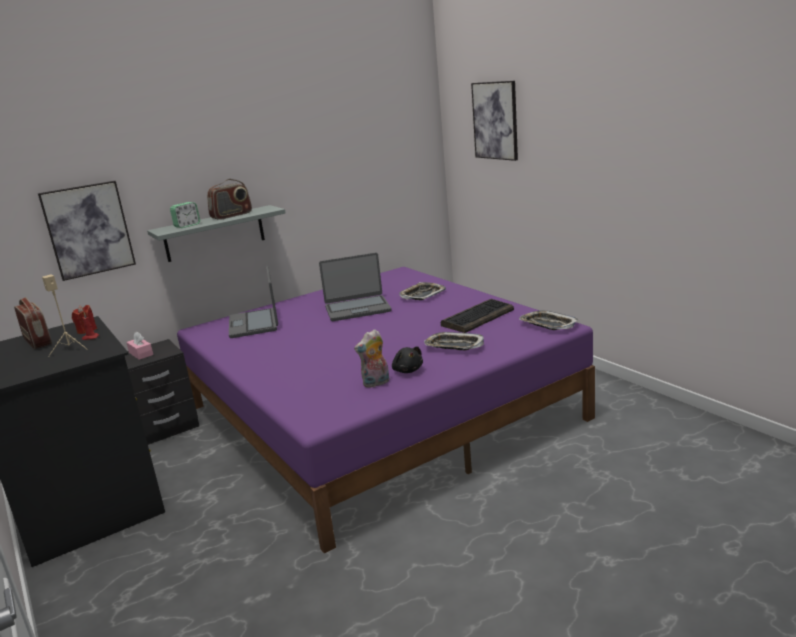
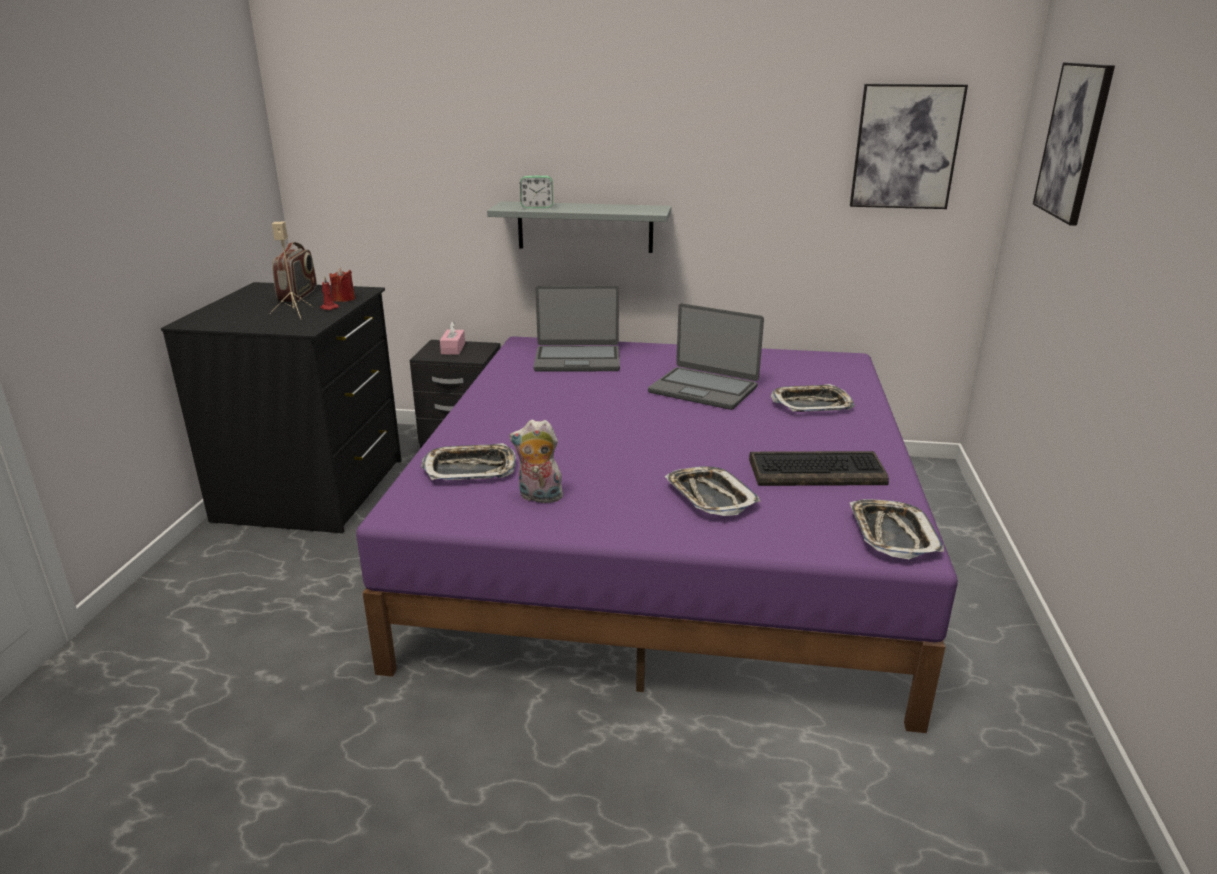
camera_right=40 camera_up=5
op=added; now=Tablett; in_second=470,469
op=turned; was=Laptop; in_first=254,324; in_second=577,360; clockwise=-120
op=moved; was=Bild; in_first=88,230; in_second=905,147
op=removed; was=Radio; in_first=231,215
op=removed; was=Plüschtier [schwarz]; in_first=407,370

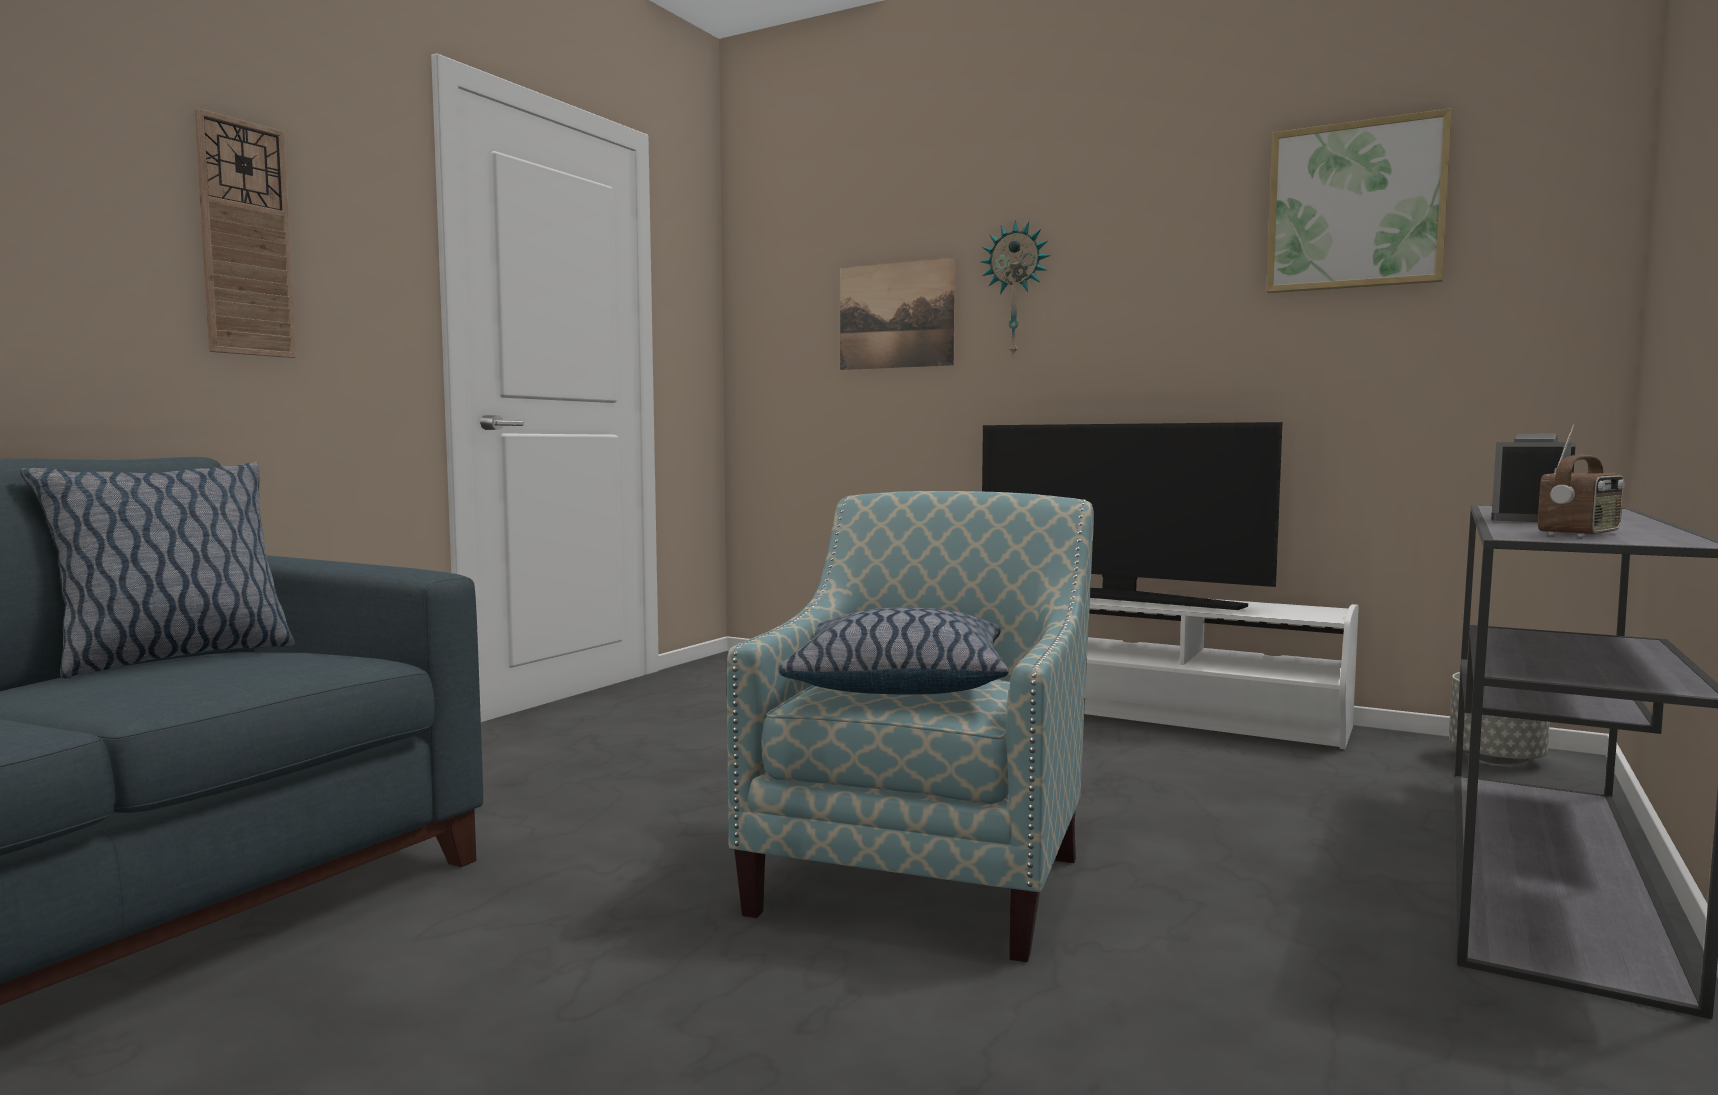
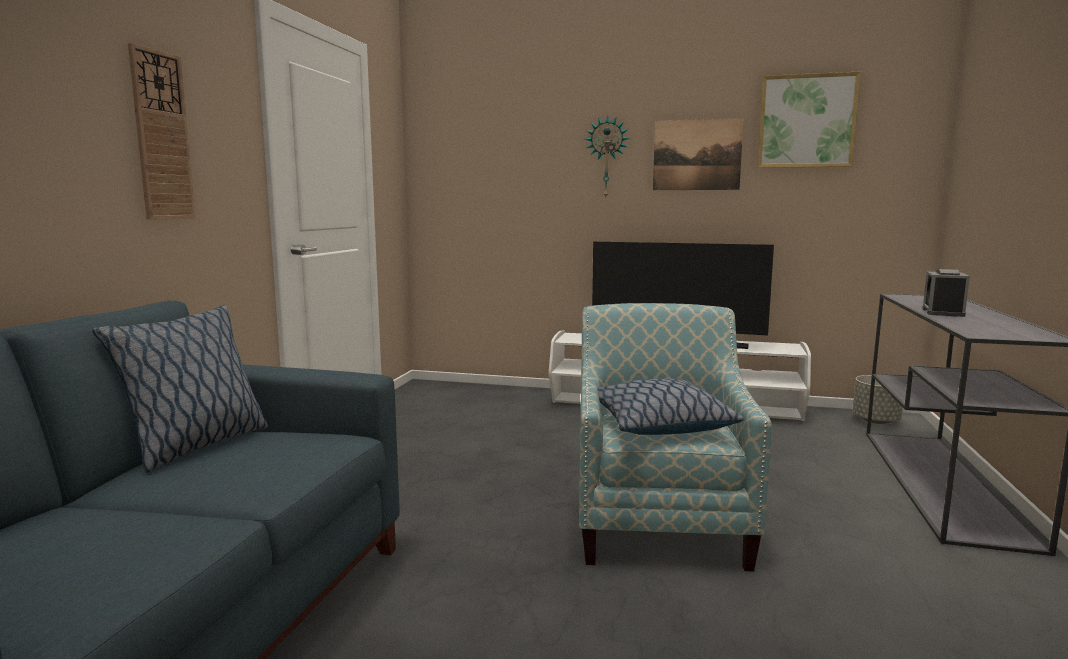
camera_right=-15 camera_up=5
op=moved; was=Bild; in_first=896,315; in_second=697,155
op=removed; was=Radio; in_first=1580,534

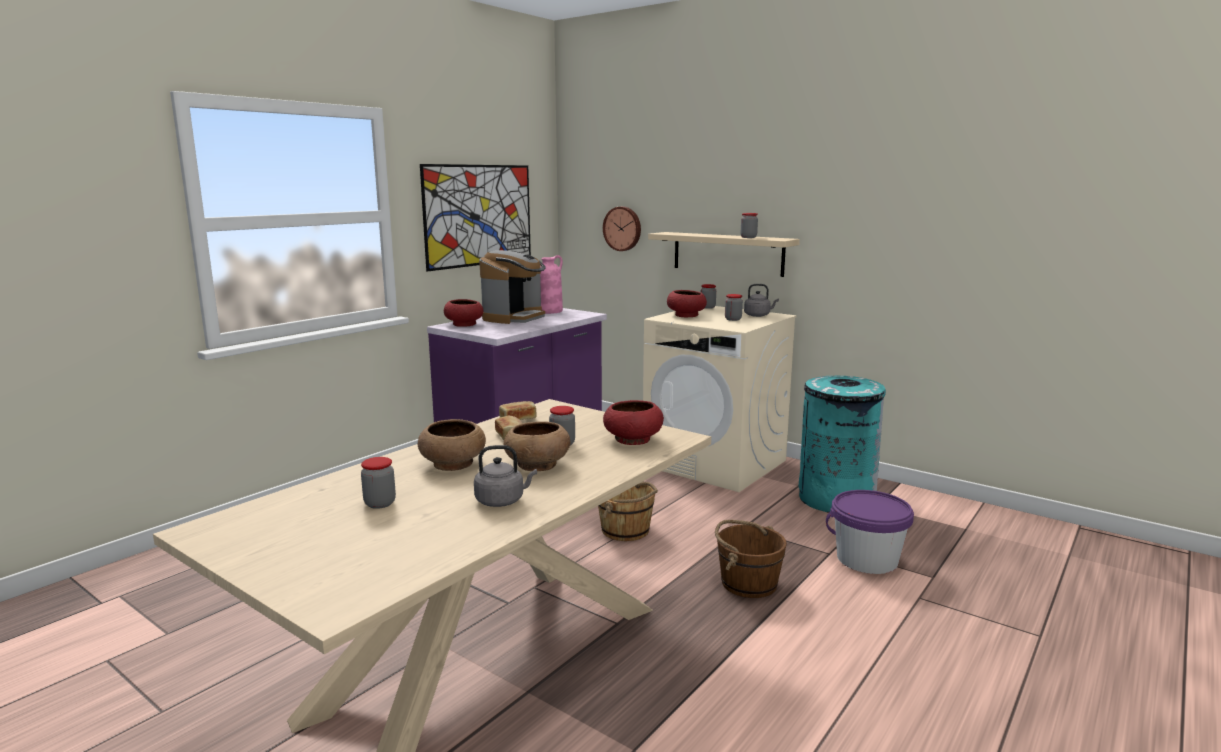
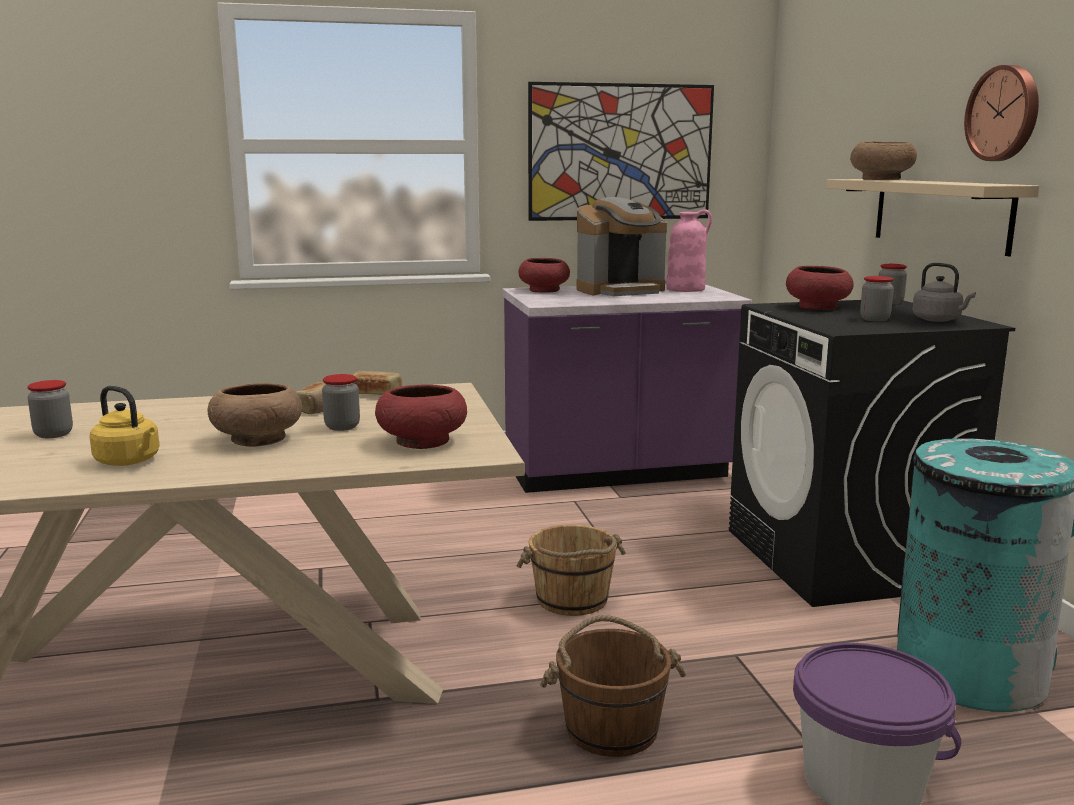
camera_right=40 camera_up=0
op=recoloured; was=Wasserkessel [grau]; now=Wasserkessel [gelb]; in_first=502,501; in_second=130,461
op=recoloured; was=Waschmaschine [beige]; now=Waschmaschine [schwarz]; in_first=715,463; in_second=844,558
op=moved; was=Schüssel [braun]; in_first=454,464; in_second=881,179
op=moved; was=Wanduhr; in_first=623,228; in_second=1004,113
op=removed; was=Vorratsglas; in_first=748,237

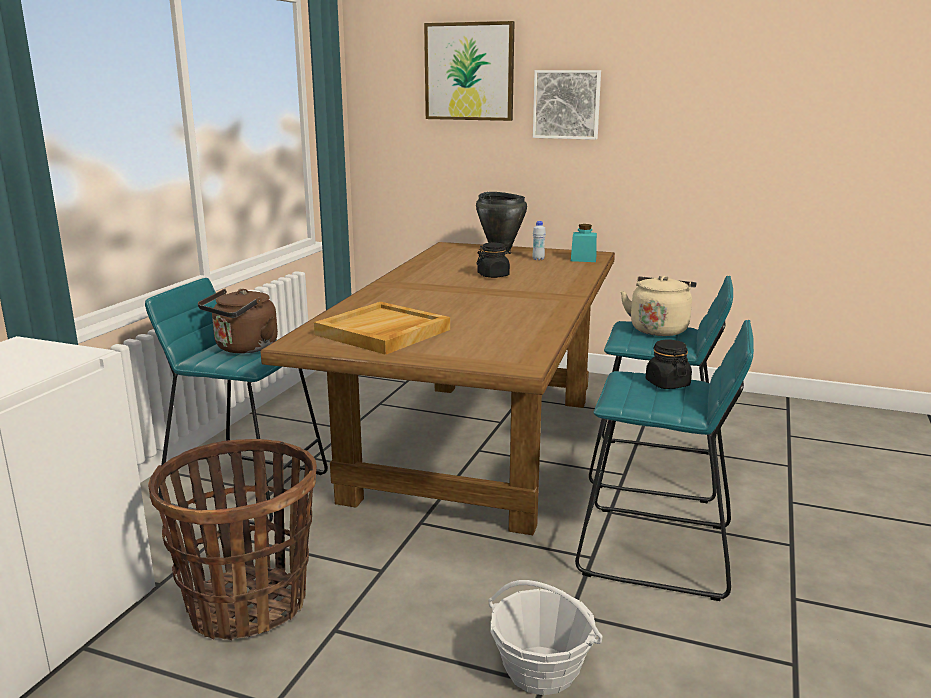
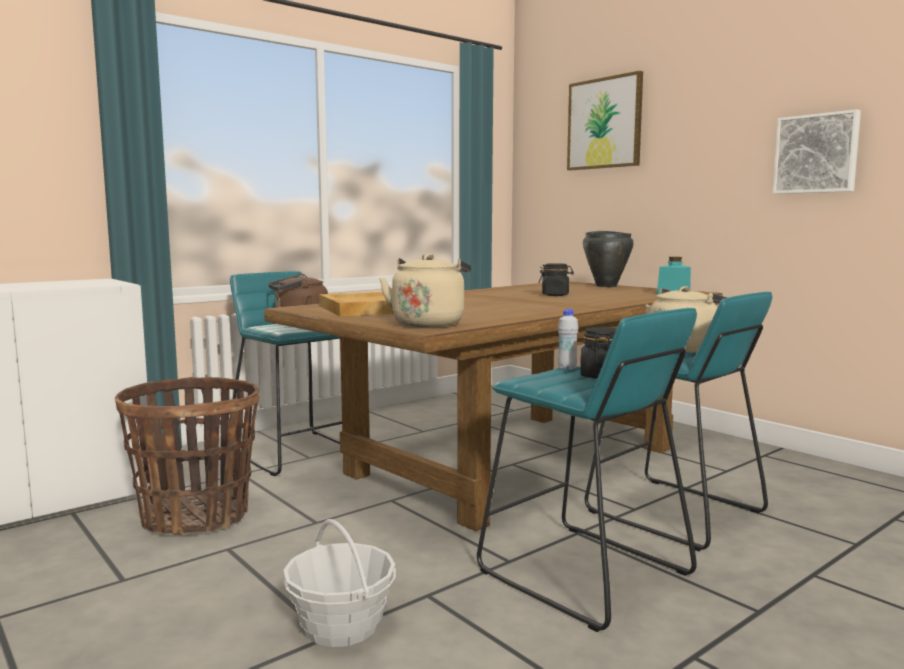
camera_right=30 camera_up=-10
op=added; now=Wasserkessel [beige]; in_second=429,323
op=moved; was=Flasche [weiß]; in_first=538,259; in_second=567,368
op=moved; was=Bild; in_first=567,104; in_second=816,154

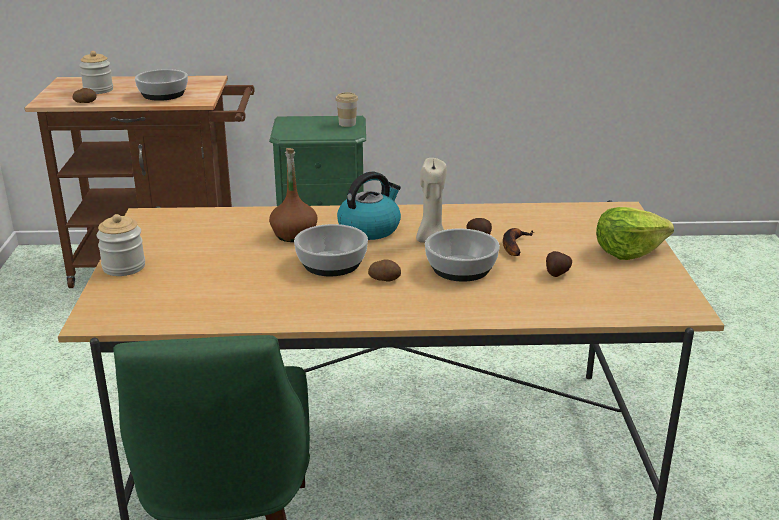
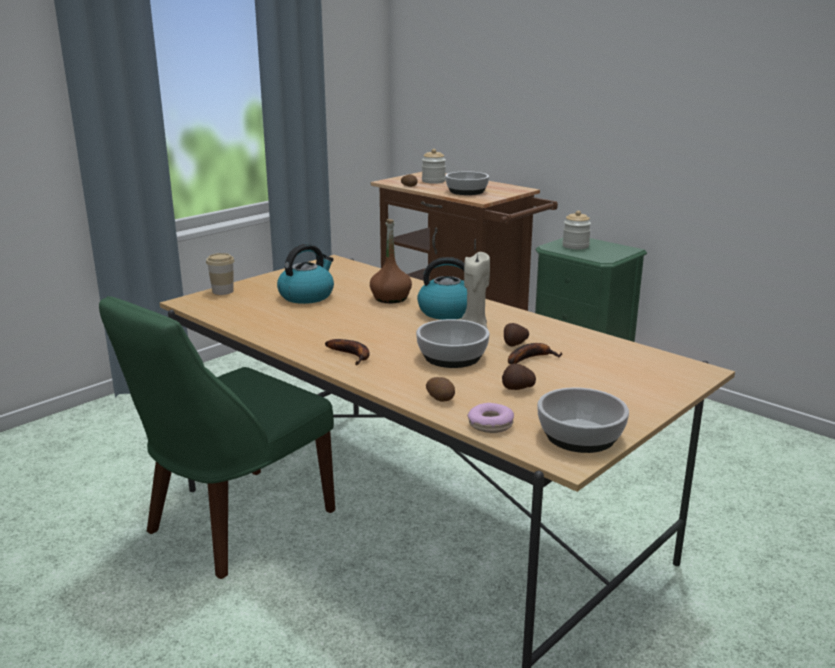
camera_right=45 camera_up=-5
op=moved; was=Tasse; in_first=347,124; in_second=223,291
op=added; now=Wasserkessel; in_second=307,296
op=added; now=Banane; in_second=352,355
op=moved; was=Kartoffel; in_first=384,279; in_second=441,398
op=added; now=Donut; in_second=490,424
op=moved; was=Schüssel; in_first=332,263; in_second=581,436
op=moved; was=Vorratsglas; in_first=124,267; in_second=575,246
op=removed; was=Salatkopf; in_first=628,251

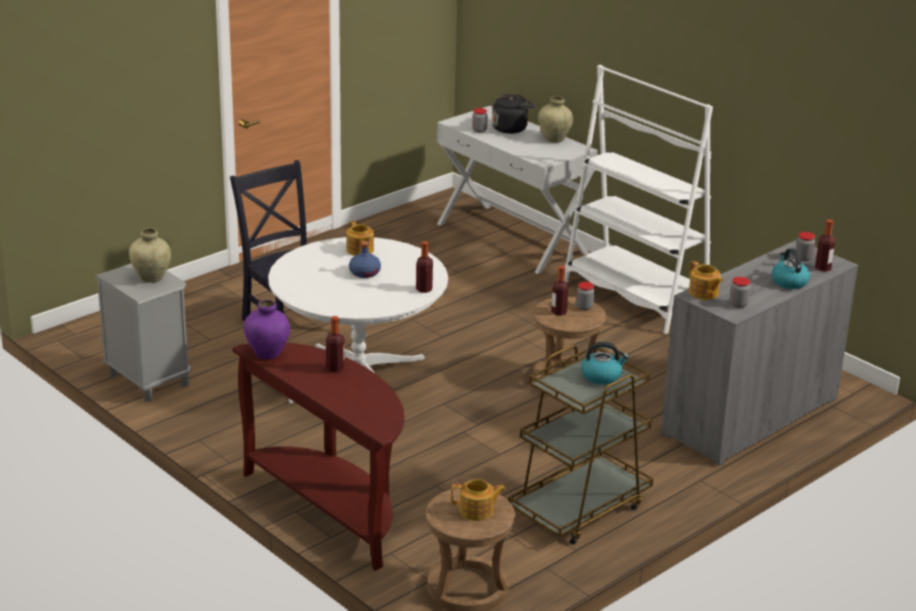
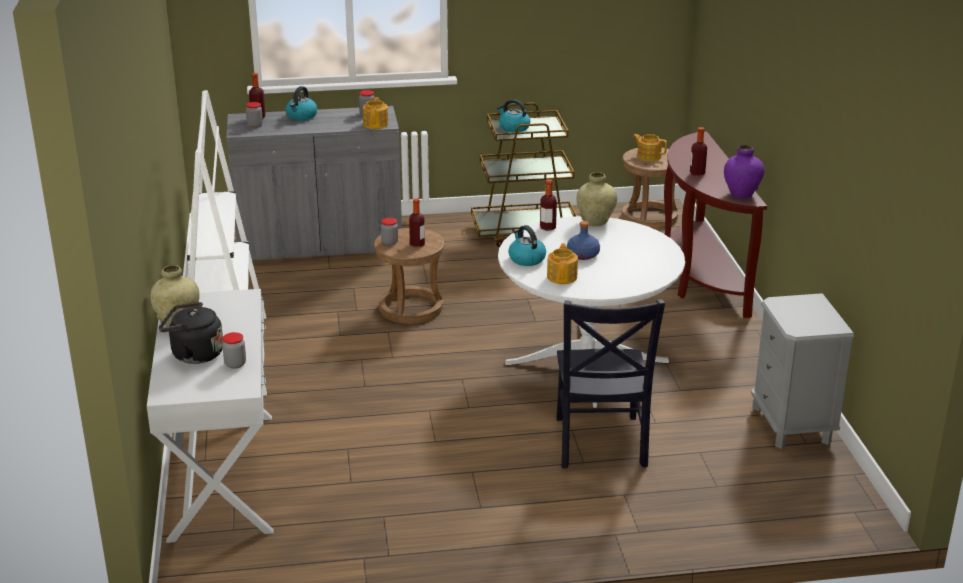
camera_right=-145 camera_up=0
op=added; now=Wasserkessel; in_second=526,259
op=moved; was=Vase [beige]; in_first=151,278; in_second=595,222

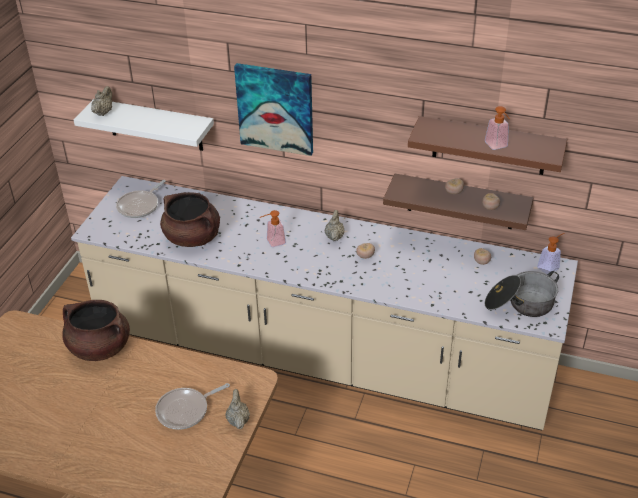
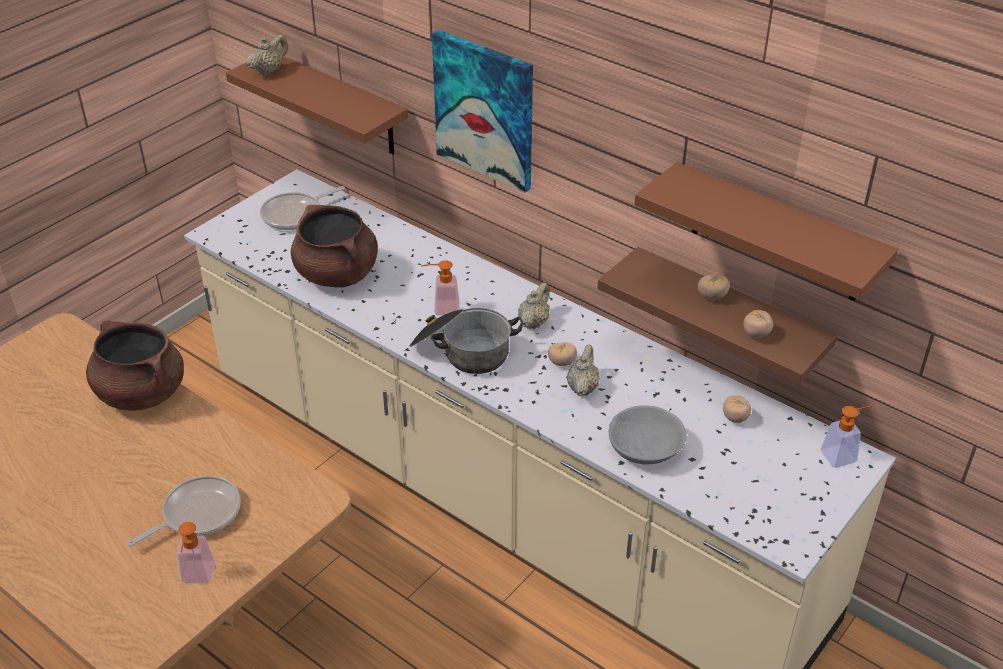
camera_right=20 camera_up=0
op=turned; was=Pfanne; in_first=185,410; in_second=197,514; clockwise=150
op=moved; was=Seifenspender; in_first=498,146; in_second=197,578
op=recoloured; was=Wandregal [weiß]; now=Wandregal [braun]; in_first=155,125; in_second=338,104
op=moved; was=Kochtopf; in_first=520,304; in_second=463,352
op=moved; was=Teekanne [beige]; in_first=238,420; in_second=582,388
op=added; now=Schüssel [grau]; in_second=645,448

